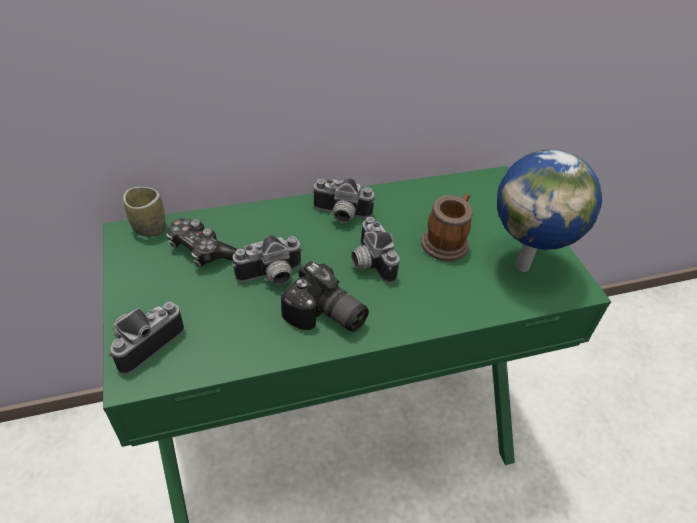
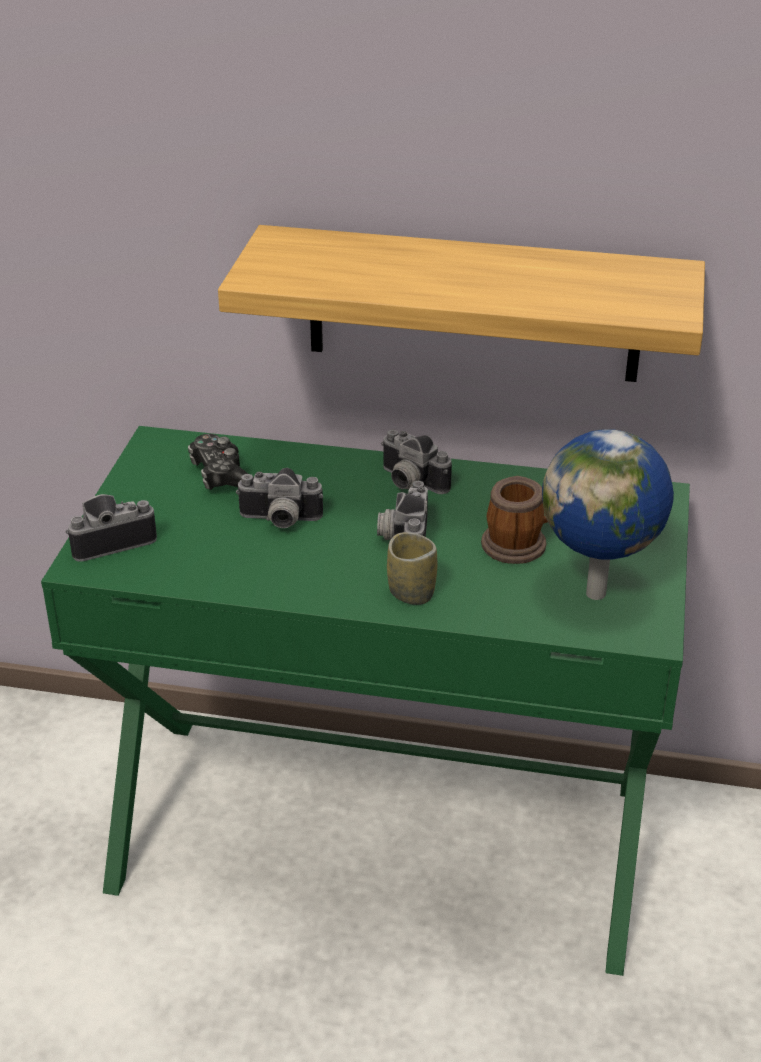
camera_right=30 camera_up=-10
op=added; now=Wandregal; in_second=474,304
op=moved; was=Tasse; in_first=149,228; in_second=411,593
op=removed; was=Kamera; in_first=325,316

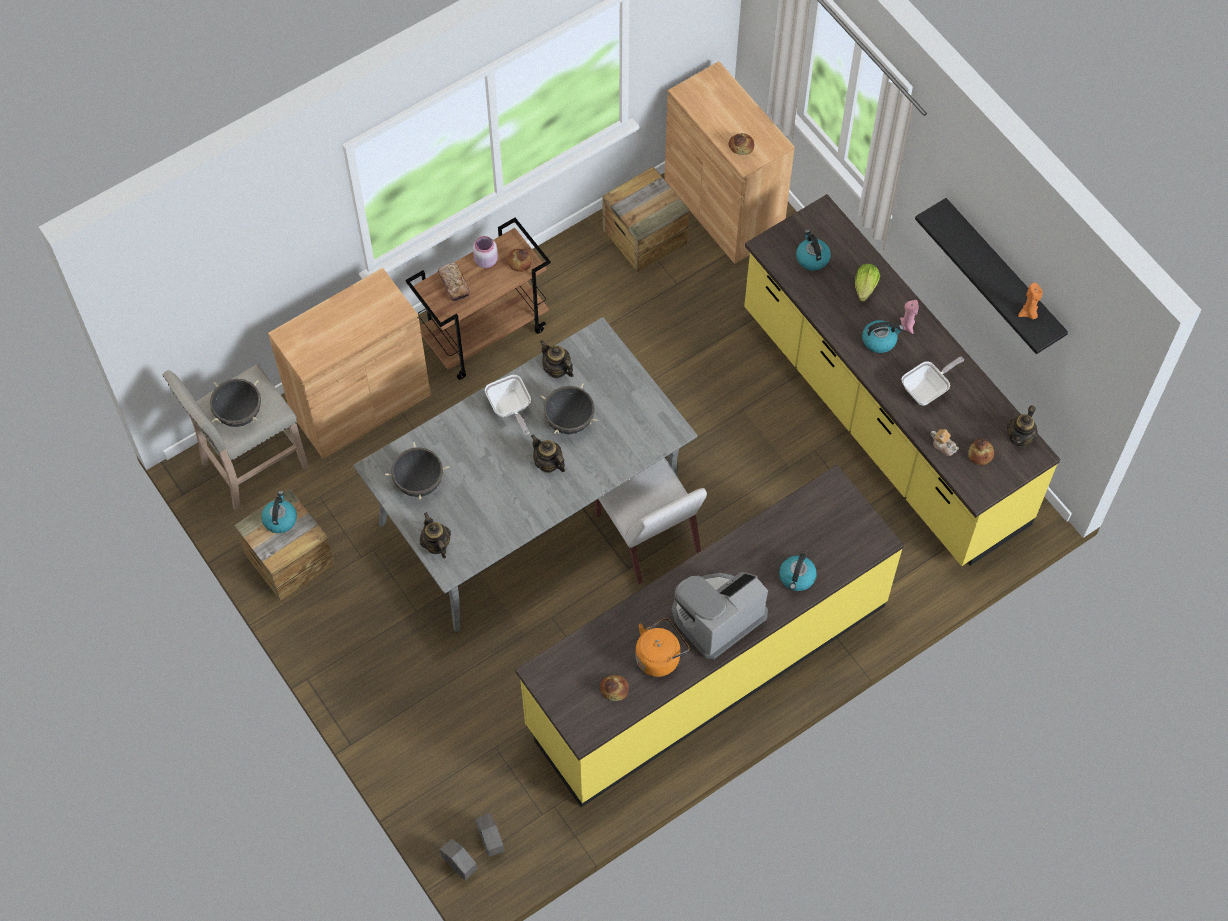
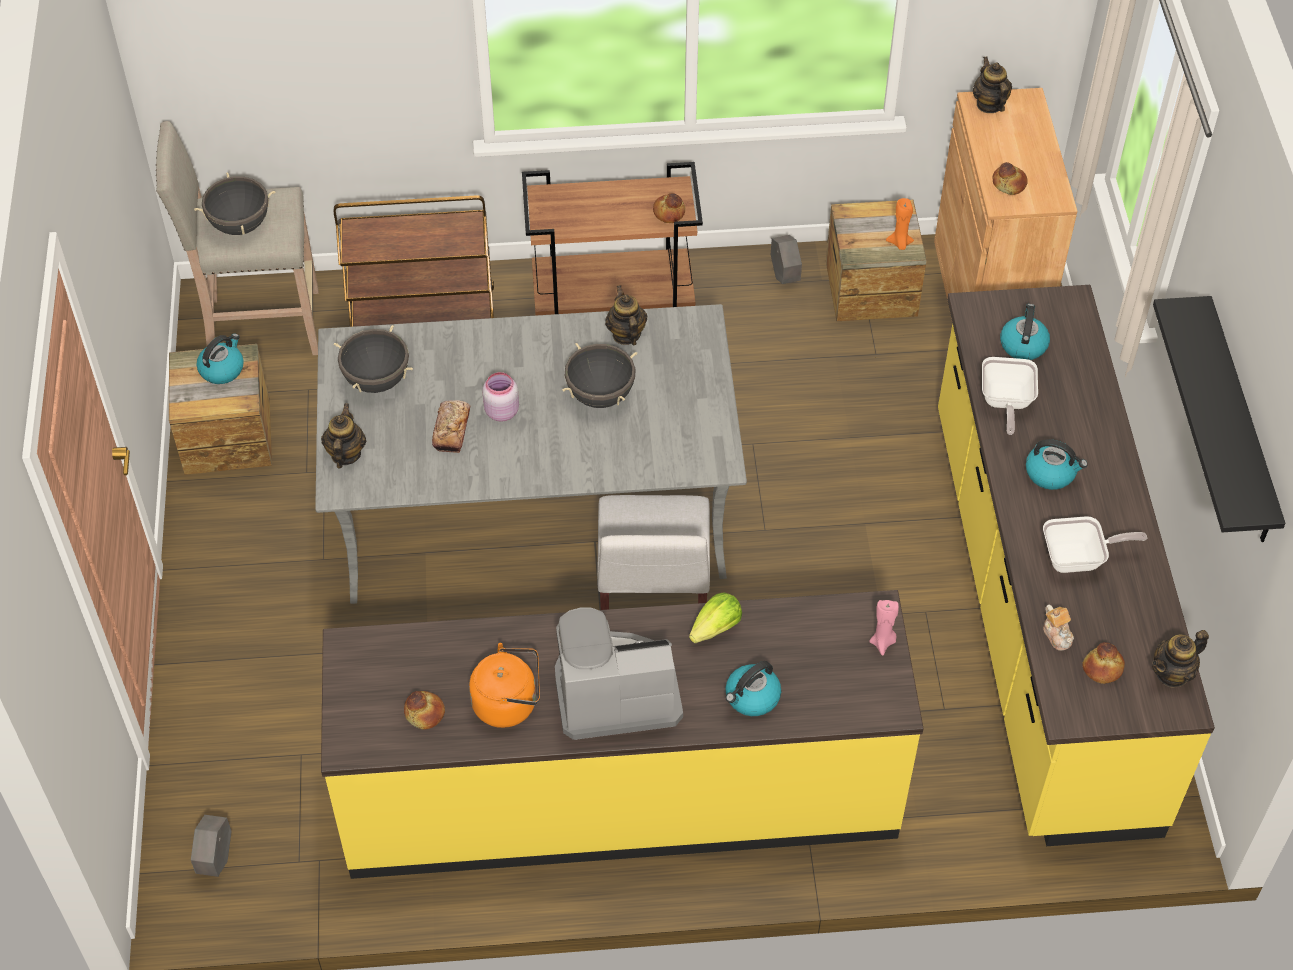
camera_right=30 camera_up=-10
op=replaced; was=Schrank [braun]; now=Rollwagen [braun]; in_first=360,404; in_second=423,316
op=moved; was=Brot; in_first=454,284; in_second=451,430
op=moved; was=Vorratsglas [rosa]; in_first=485,260; in_second=501,411
op=moved; was=Salatkopf; in_first=865,287; in_second=716,628
op=moved; was=Pflanzkübel [grau]; in_first=460,865; in_second=784,276
op=moved; was=Kerze [rosa]; in_first=907,326; in_second=882,642
op=moved; was=Kerze [orange]; in_first=1028,313; in_second=899,243
op=moved; was=Teekanne; in_first=548,463; in_second=989,104
op=moved; was=Pfanne; in_first=510,408; in_second=1005,402

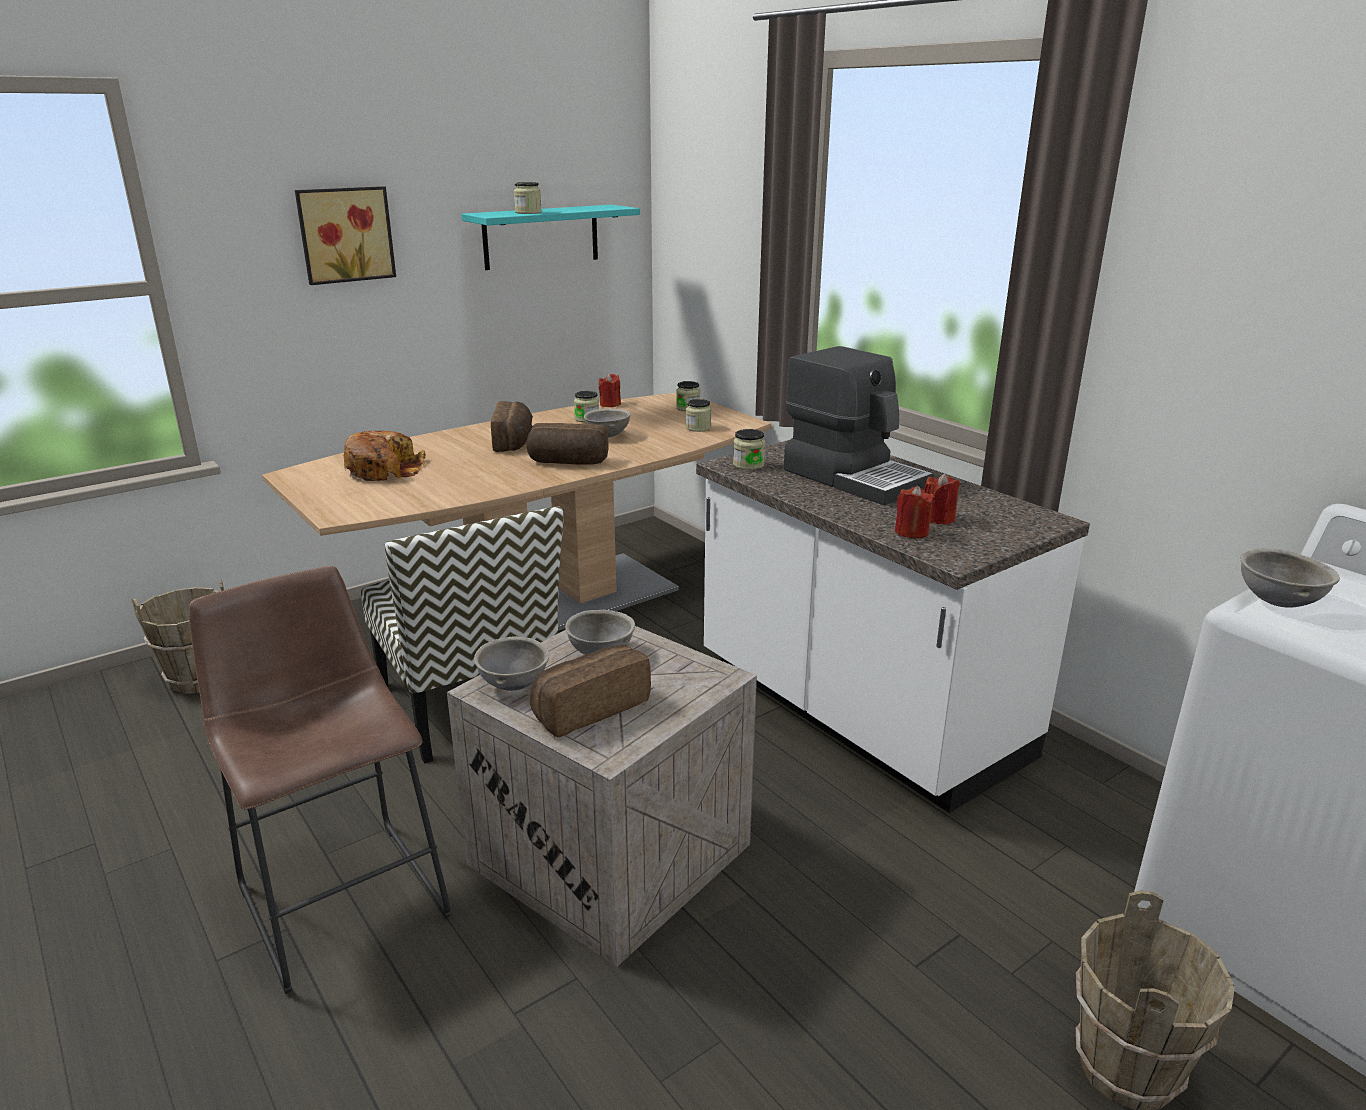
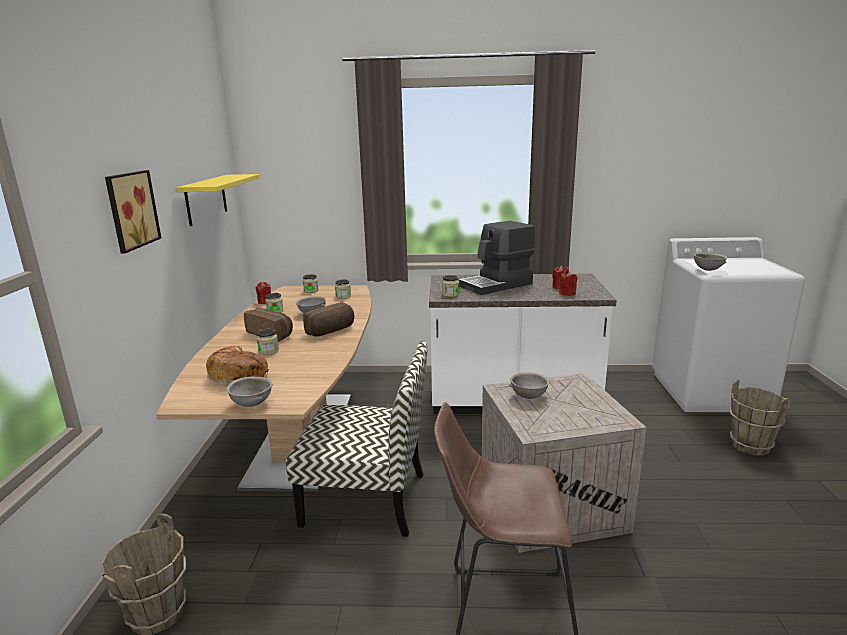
camera_right=-50 camera_up=-5
op=recoloured; was=Wandregal [türkis]; now=Wandregal [gelb]; in_first=541,236; in_second=206,199
op=moved; was=Schüssel [grau]; in_first=515,685; in_second=252,404
op=moved; was=Vorratsglas; in_first=528,212; in_second=268,351
op=turned; was=Kaffeemaschine; in_first=855,477; in_second=497,285; clockwise=150
op=removed; was=Brot; in_first=589,708

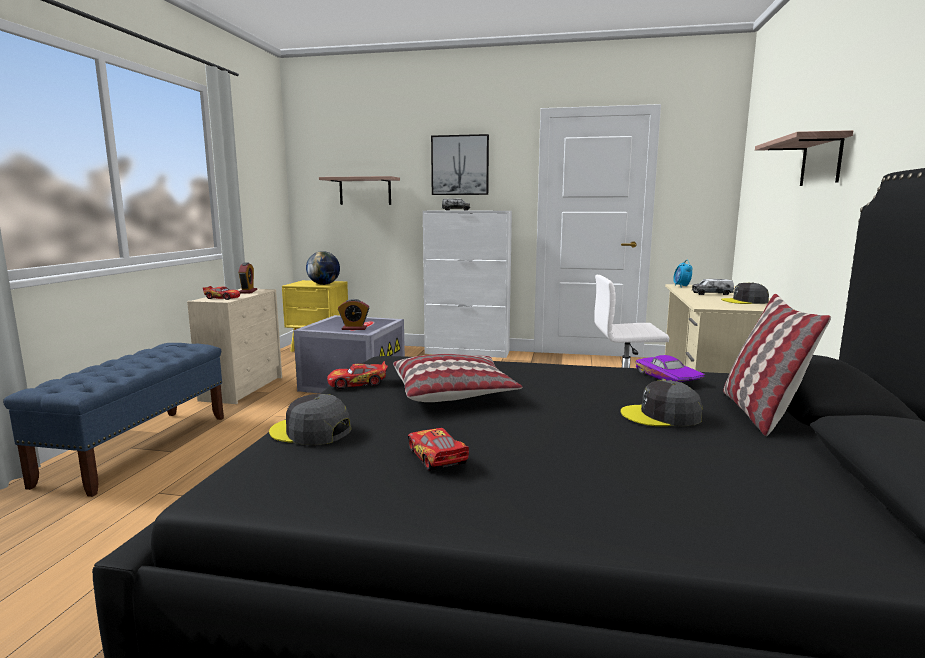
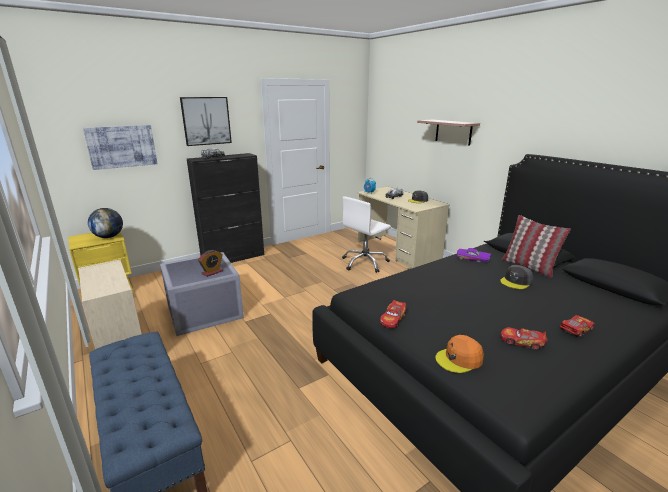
camera_right=-45 camera_up=10
op=replaced; was=Wandregal; now=Bild; in_first=365,191; in_second=122,146
op=recoloured; was=Schrank [weiß]; now=Schrank [schwarz]; in_first=467,352; in_second=234,258
op=recoloured; was=Kappe [grau]; now=Kappe [orange]; in_first=310,431; in_second=459,359
op=moved; was=Spielzeugauto; in_first=222,298; in_second=576,329
op=removed; was=Wecker; in_first=248,291
op=removed; was=Kissen; in_first=453,392

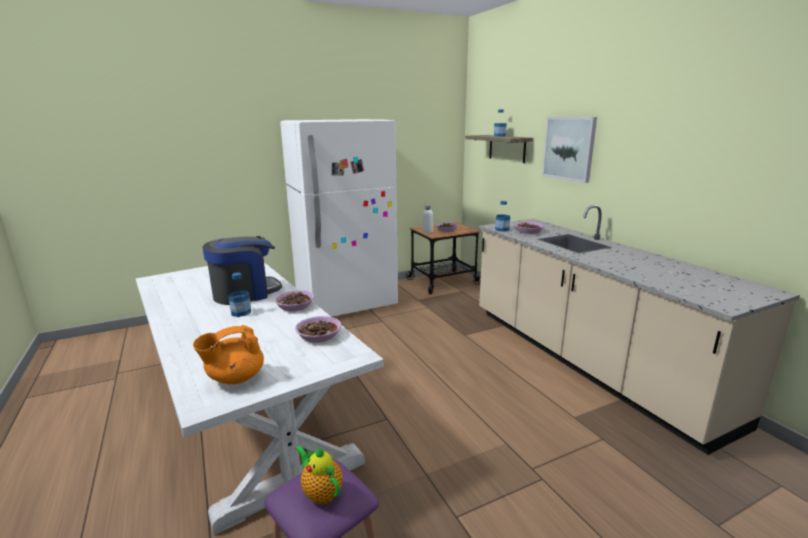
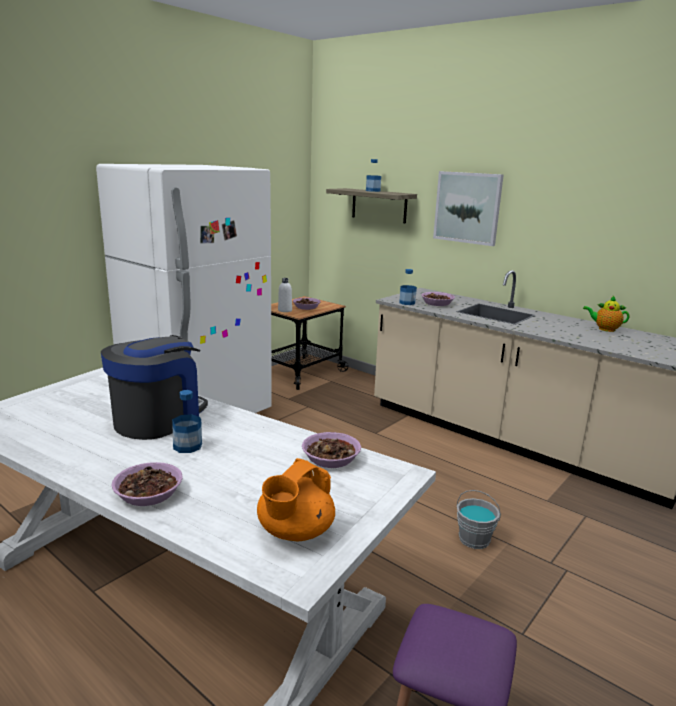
camera_right=-25 camera_up=0
op=moved; was=Schüssel; in_first=294,306; in_second=148,493
op=added; now=Eimer [grau]; in_second=474,539
op=moved; was=Teekanne; in_first=321,492; in_second=604,329

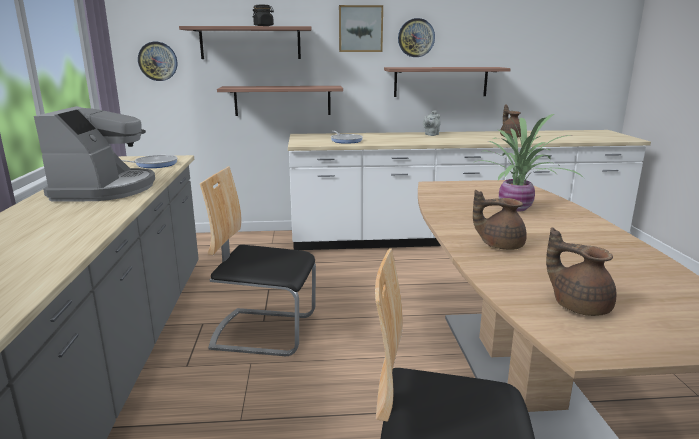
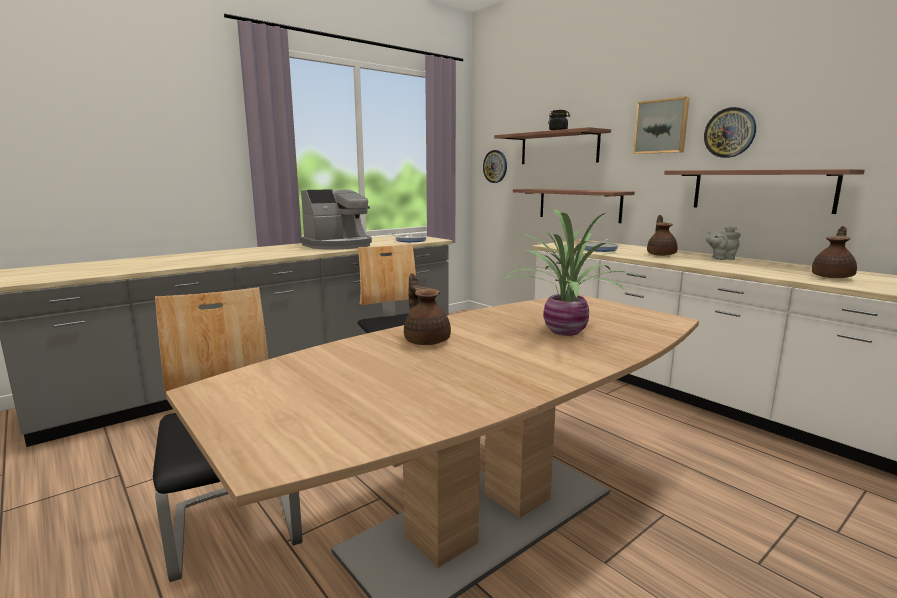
camera_right=55 camera_up=-5
op=moved; was=Teekanne [braun]; in_first=579,305; in_second=661,254

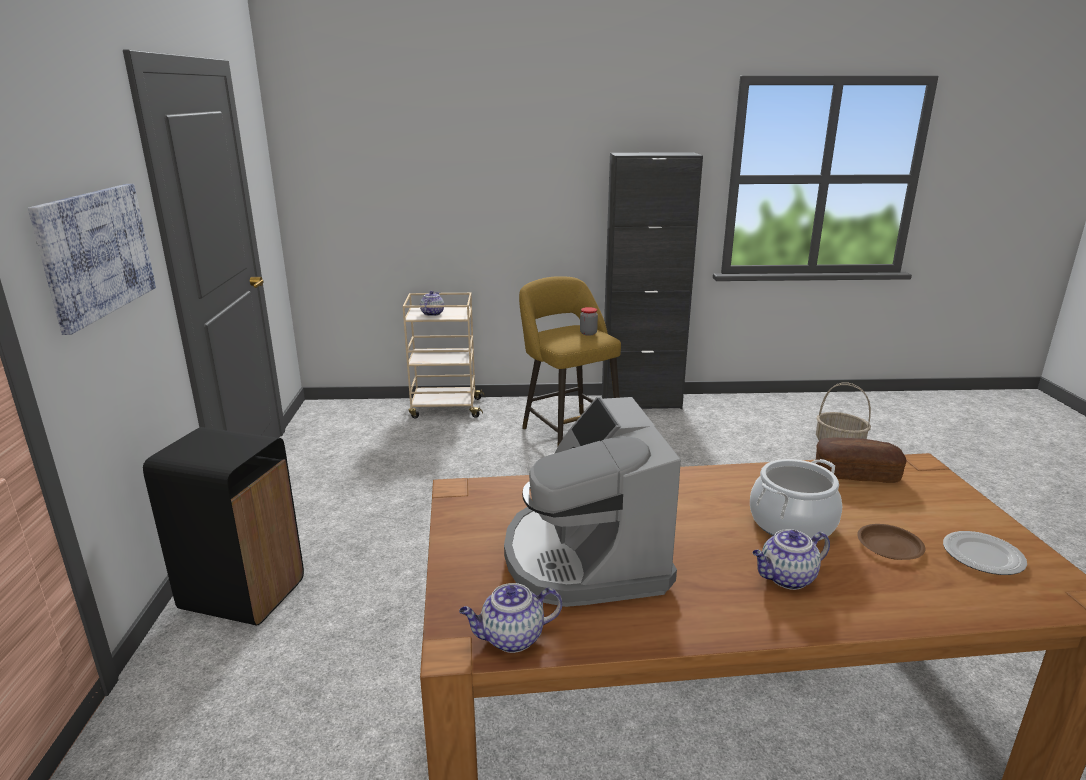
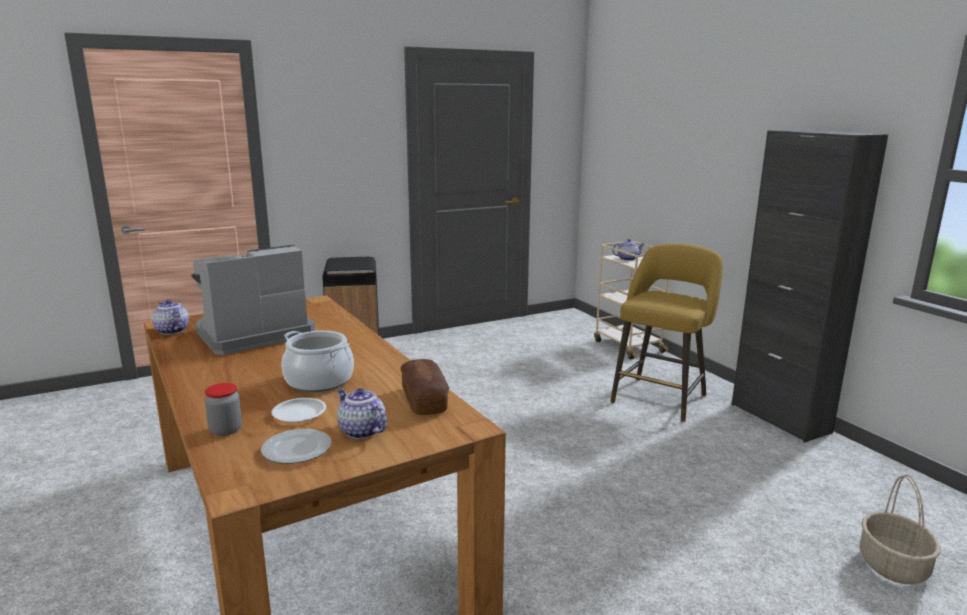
camera_right=65 camera_up=-5
op=moved; was=Vorratsglas; in_first=588,333; in_second=226,430
op=recoloured; was=Teller [braun]; now=Teller [weiß]; in_first=889,546; in_second=299,413
op=moved; was=Teekanne; in_first=786,578; in_second=361,431
op=removed; was=Bild; in_first=96,253

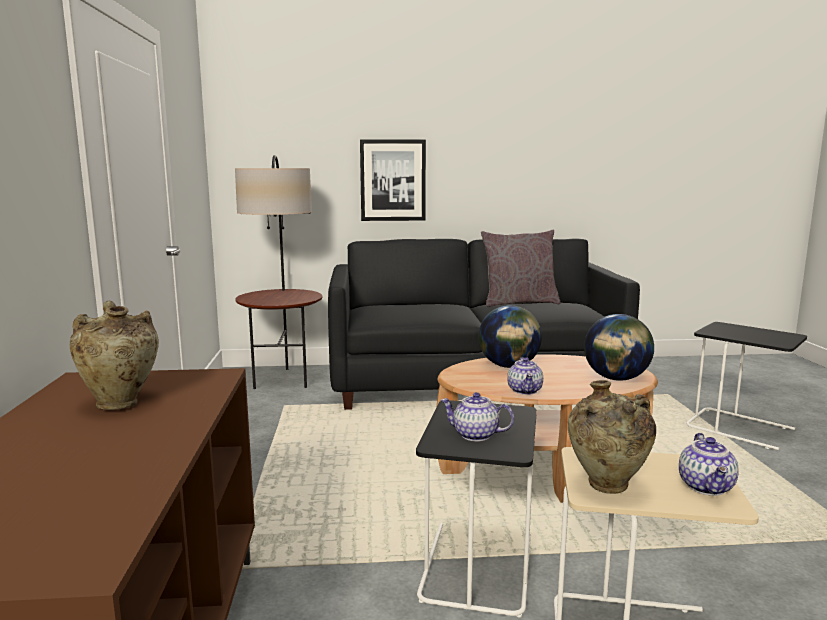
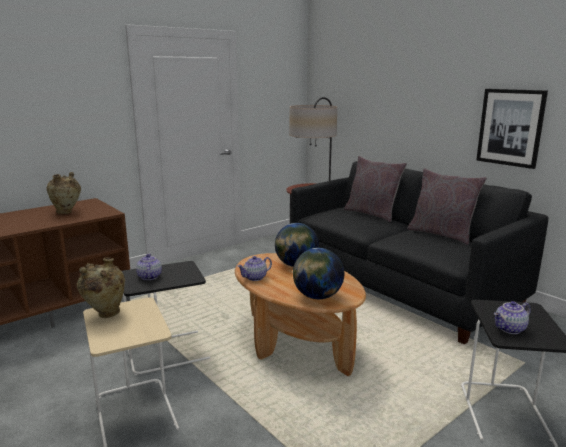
camera_right=55 camera_up=5
op=added; now=Kissen [grau]; in_second=372,214
op=moved; was=Bild; in_first=393,180; in_second=510,127
op=moved; was=Teekanne; in_first=707,487; in_second=510,329

